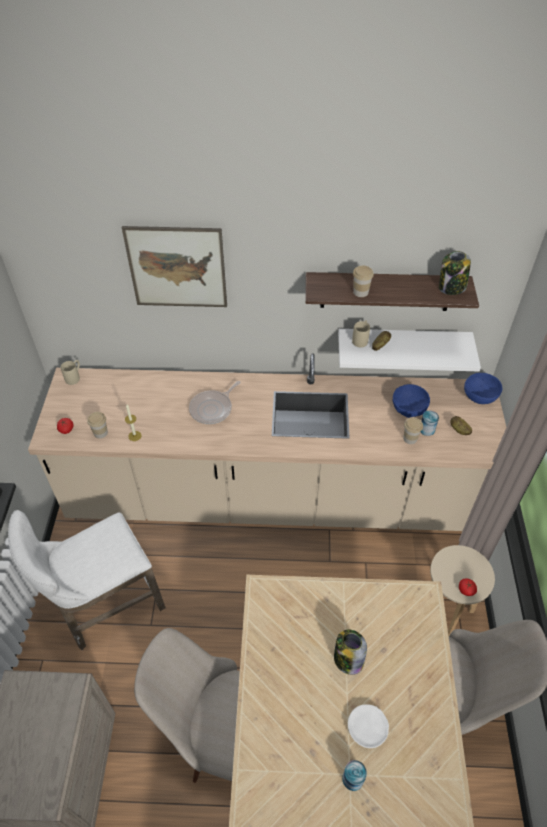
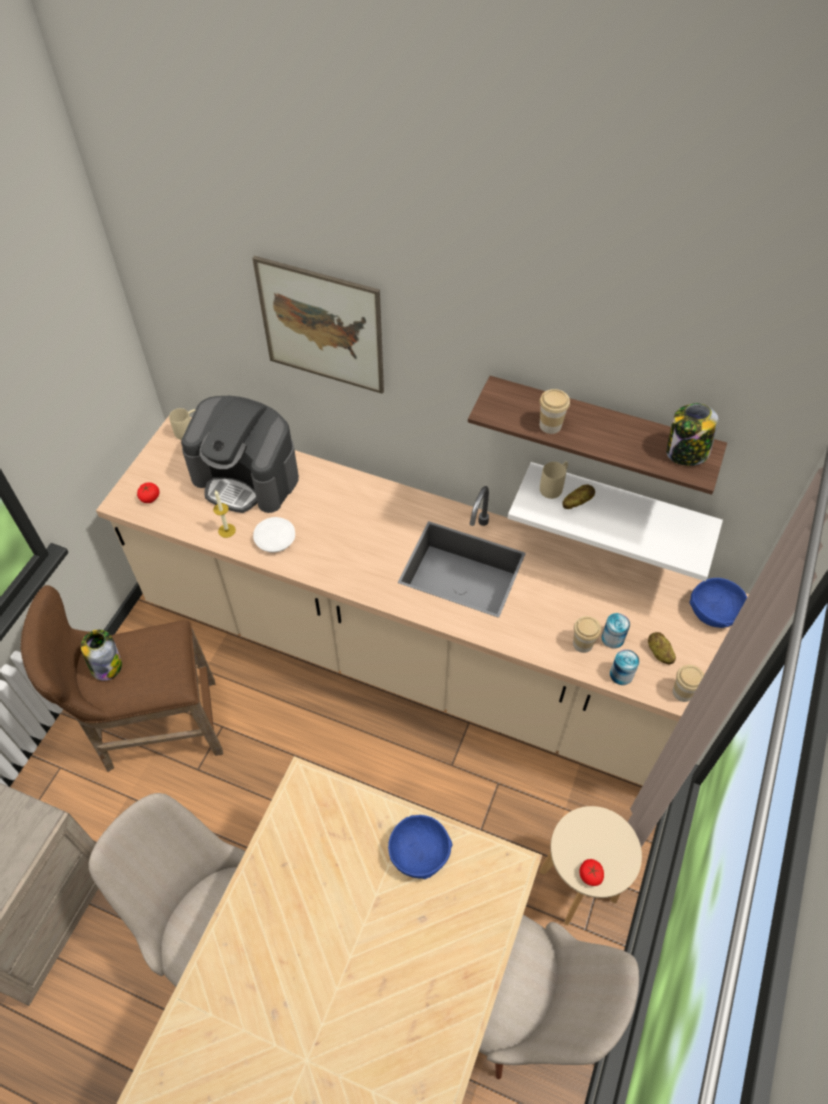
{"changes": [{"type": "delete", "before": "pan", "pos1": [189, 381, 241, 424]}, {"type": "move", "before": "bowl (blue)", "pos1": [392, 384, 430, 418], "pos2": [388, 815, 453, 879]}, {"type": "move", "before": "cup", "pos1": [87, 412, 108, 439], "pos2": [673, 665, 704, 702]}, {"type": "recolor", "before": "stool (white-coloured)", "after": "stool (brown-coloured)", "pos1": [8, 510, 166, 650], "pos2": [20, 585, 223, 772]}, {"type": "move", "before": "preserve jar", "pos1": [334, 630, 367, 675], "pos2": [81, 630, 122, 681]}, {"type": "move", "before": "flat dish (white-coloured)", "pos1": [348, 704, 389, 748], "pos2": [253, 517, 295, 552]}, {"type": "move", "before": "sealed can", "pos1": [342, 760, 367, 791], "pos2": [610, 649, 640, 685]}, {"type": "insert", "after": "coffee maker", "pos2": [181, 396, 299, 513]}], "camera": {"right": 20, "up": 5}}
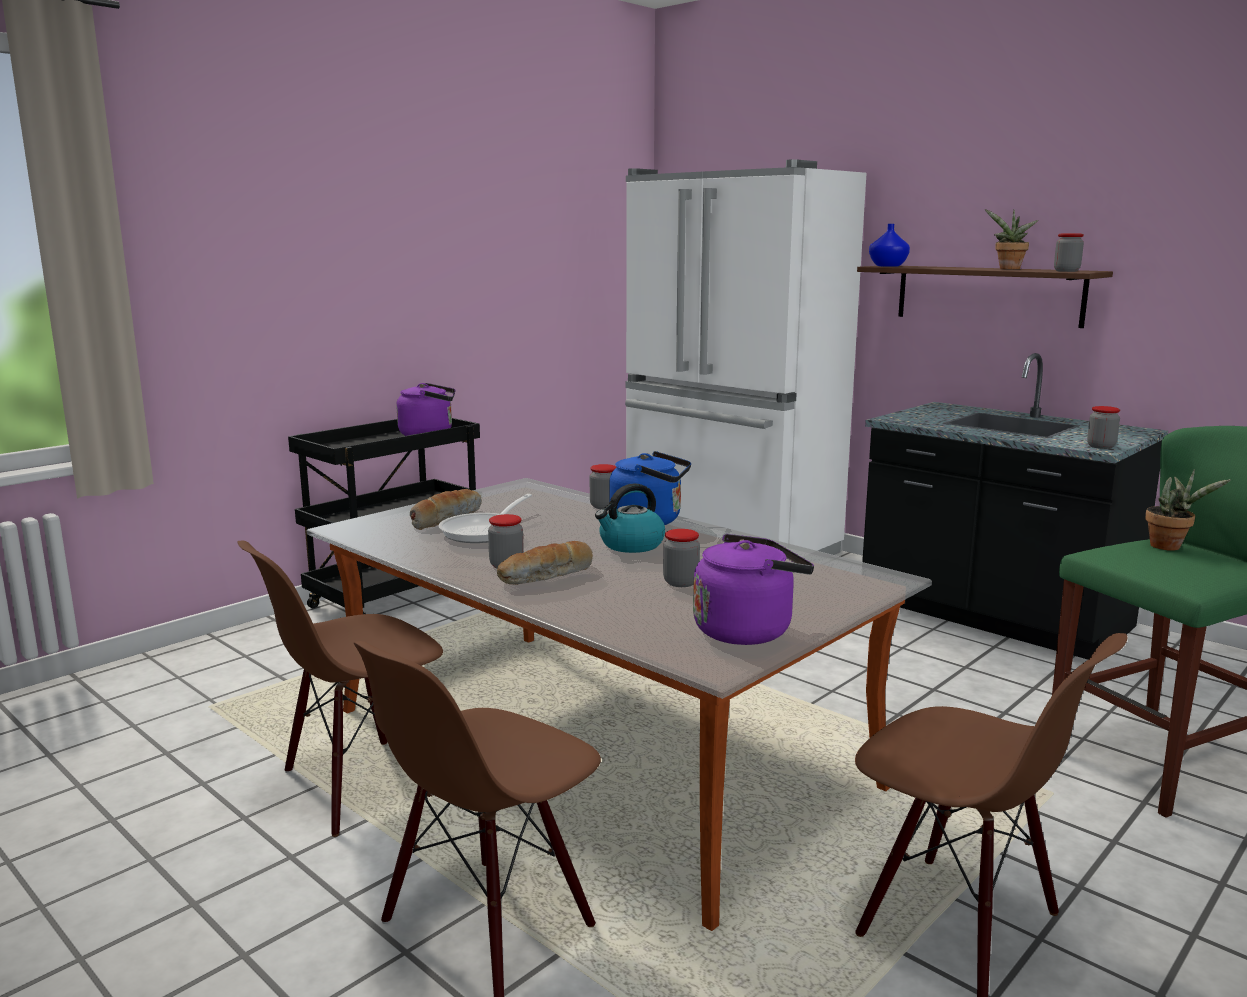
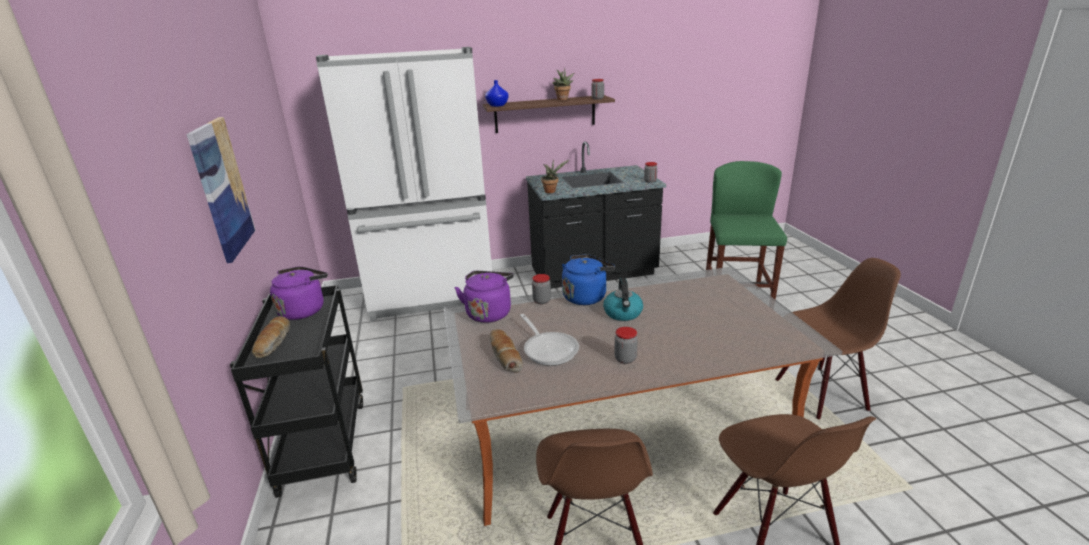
{"changes": [{"type": "move", "before": "houseplant", "pos1": [1145, 469, 1231, 551], "pos2": [541, 159, 569, 193]}, {"type": "delete", "before": "preserve jar", "pos1": [663, 529, 700, 587]}, {"type": "move", "before": "water kettle (purplish)", "pos1": [693, 534, 814, 645], "pos2": [455, 271, 514, 323]}, {"type": "move", "before": "baked bread", "pos1": [497, 541, 593, 585], "pos2": [252, 316, 290, 358]}, {"type": "insert", "after": "picture", "pos2": [186, 117, 255, 263]}], "camera": {"right": -55, "up": 10}}
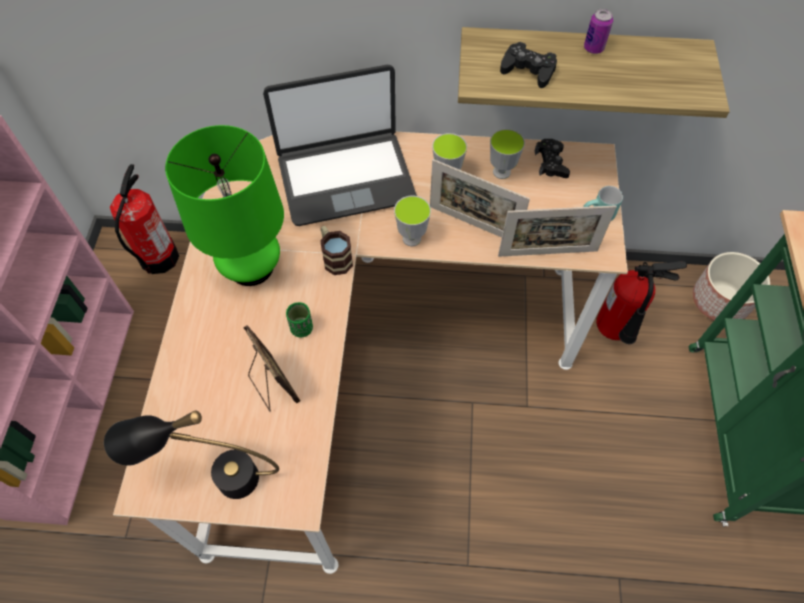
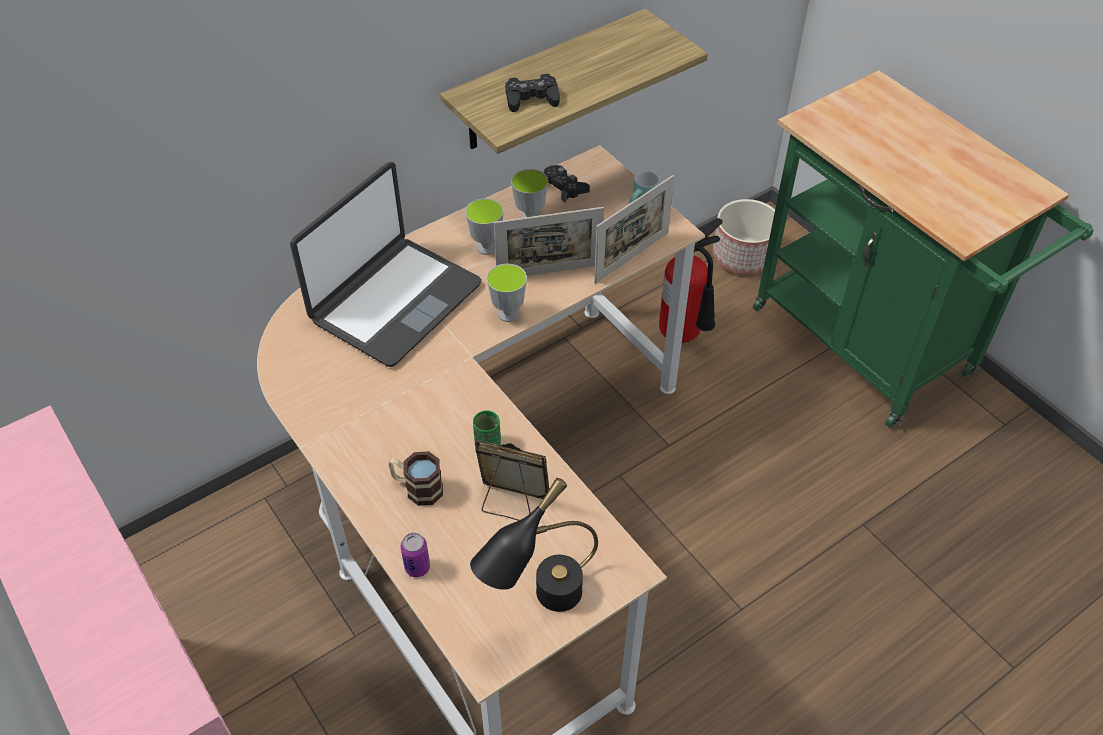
{"changes": [{"type": "move", "before": "sealed can", "pos1": [584, 9, 613, 54], "pos2": [400, 533, 430, 577]}, {"type": "delete", "before": "tabletop lamp (green)", "pos1": [165, 125, 284, 286]}, {"type": "delete", "before": "extinguisher", "pos1": [110, 164, 179, 274]}, {"type": "move", "before": "mug", "pos1": [320, 226, 353, 275], "pos2": [388, 451, 443, 506]}], "camera": {"right": -40, "up": -10}}
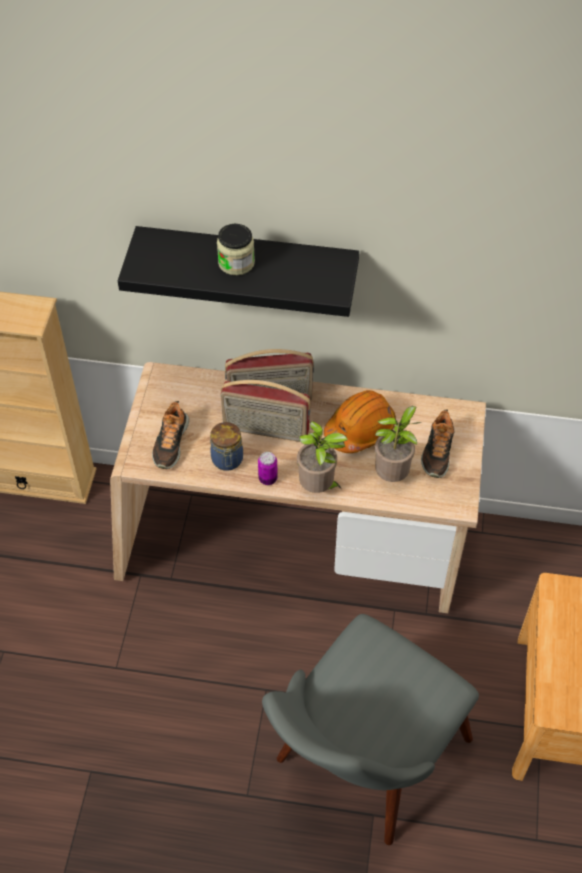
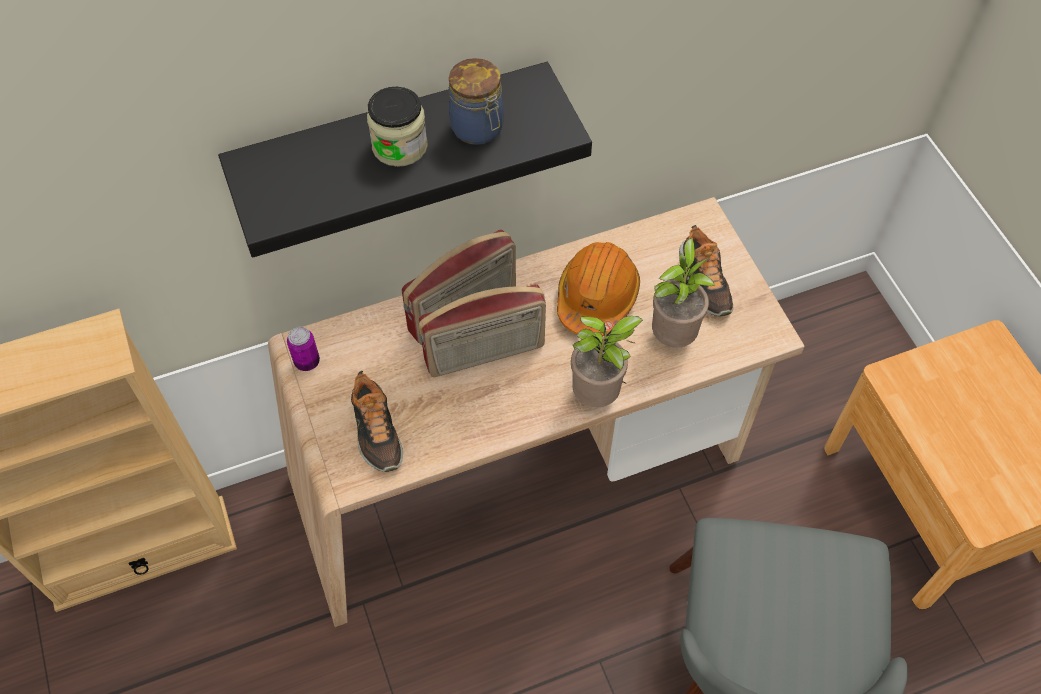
{"changes": [{"type": "move", "before": "preserve jar", "pos1": [210, 422, 243, 471], "pos2": [449, 58, 504, 145]}, {"type": "move", "before": "sealed can", "pos1": [258, 452, 278, 485], "pos2": [287, 327, 320, 371]}], "camera": {"right": -30, "up": 5}}
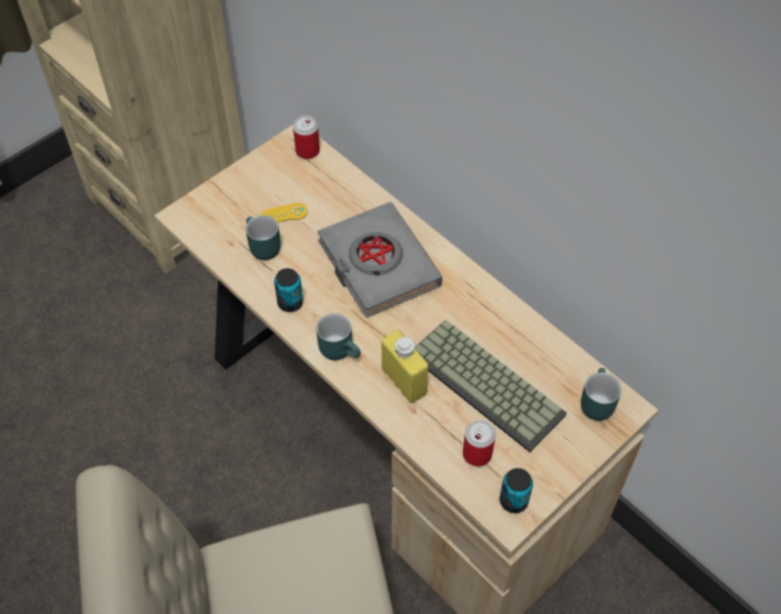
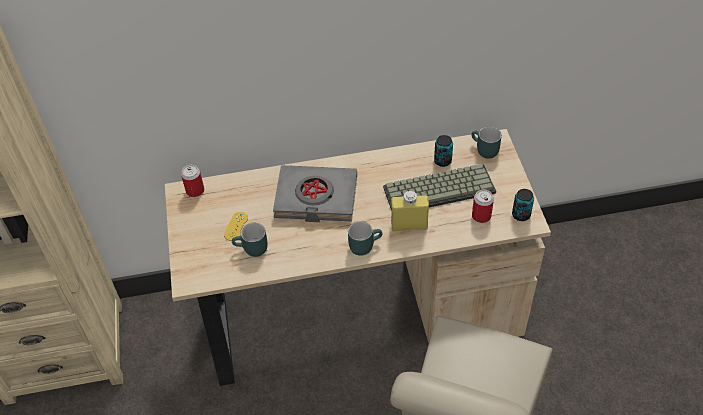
{"changes": [{"type": "move", "before": "sealed can", "pos1": [274, 268, 303, 312], "pos2": [434, 135, 453, 167]}], "camera": {"right": -55, "up": -5}}
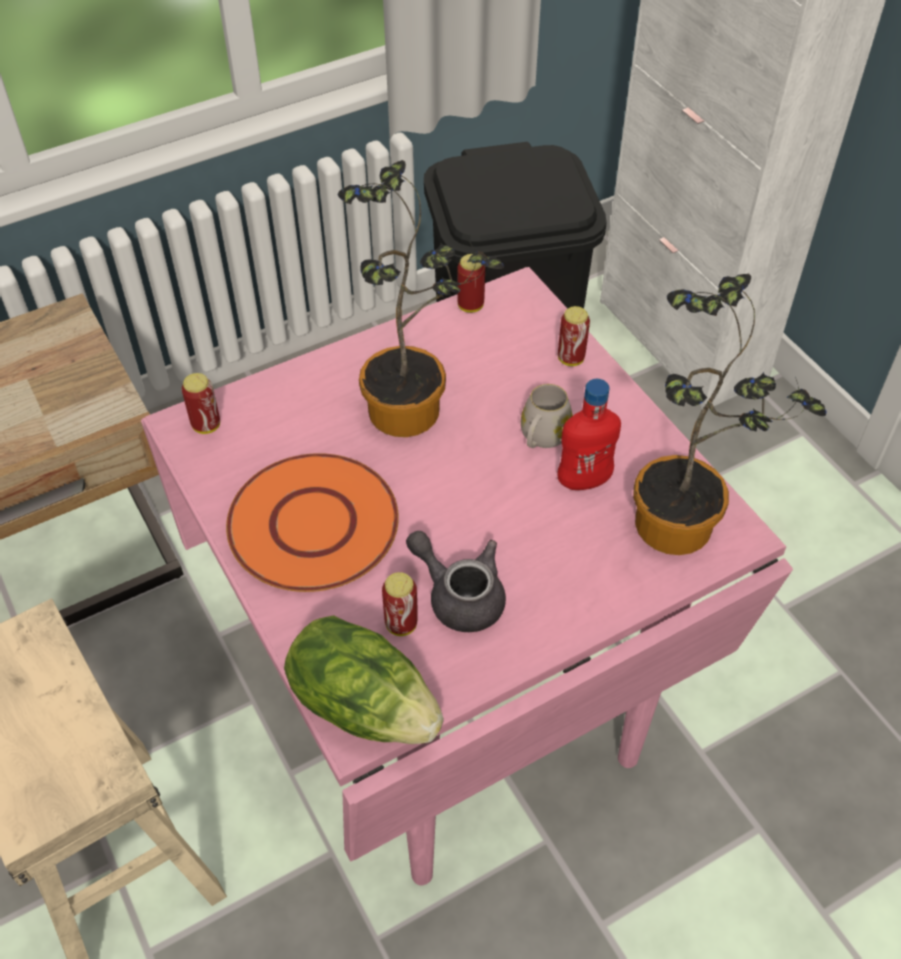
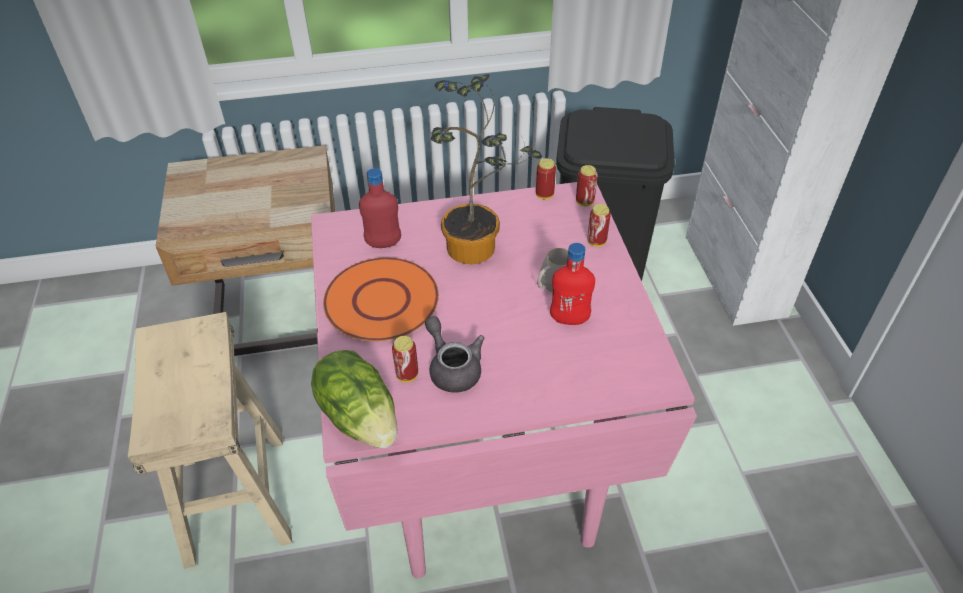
{"changes": [{"type": "delete", "before": "houseplant", "pos1": [633, 273, 826, 555]}, {"type": "move", "before": "sealed can", "pos1": [182, 373, 220, 434], "pos2": [576, 165, 598, 206]}, {"type": "insert", "after": "beverage bottle (reddish)", "pos2": [359, 168, 401, 248]}], "camera": {"right": 20, "up": -5}}
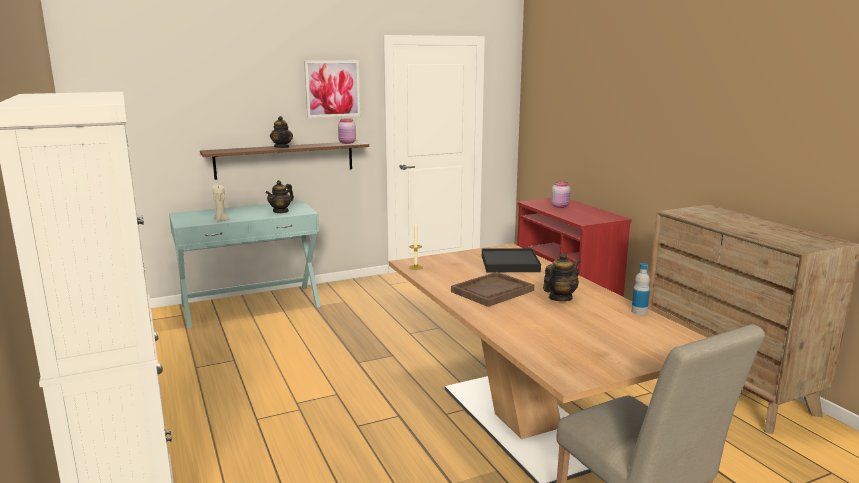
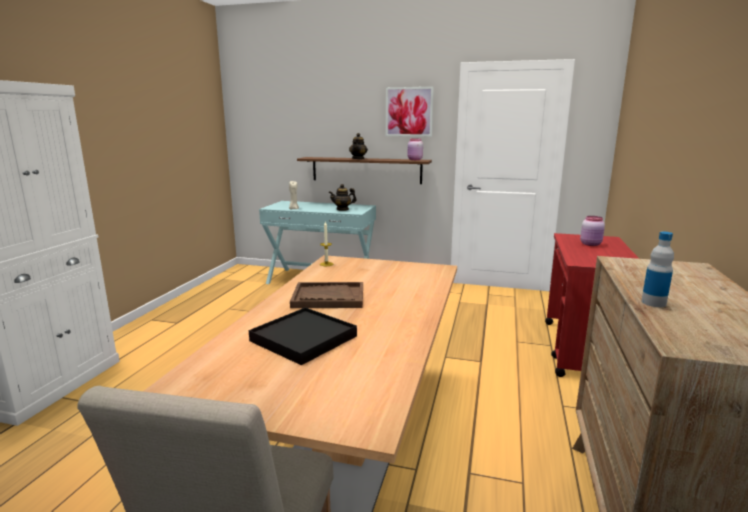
{"changes": [{"type": "move", "before": "tray (blackish)", "pos1": [482, 248, 541, 272], "pos2": [249, 307, 357, 365]}, {"type": "delete", "before": "teapot", "pos1": [543, 253, 580, 301]}, {"type": "move", "before": "beverage bottle", "pos1": [631, 263, 650, 315], "pos2": [641, 232, 674, 307]}], "camera": {"right": 40, "up": 0}}
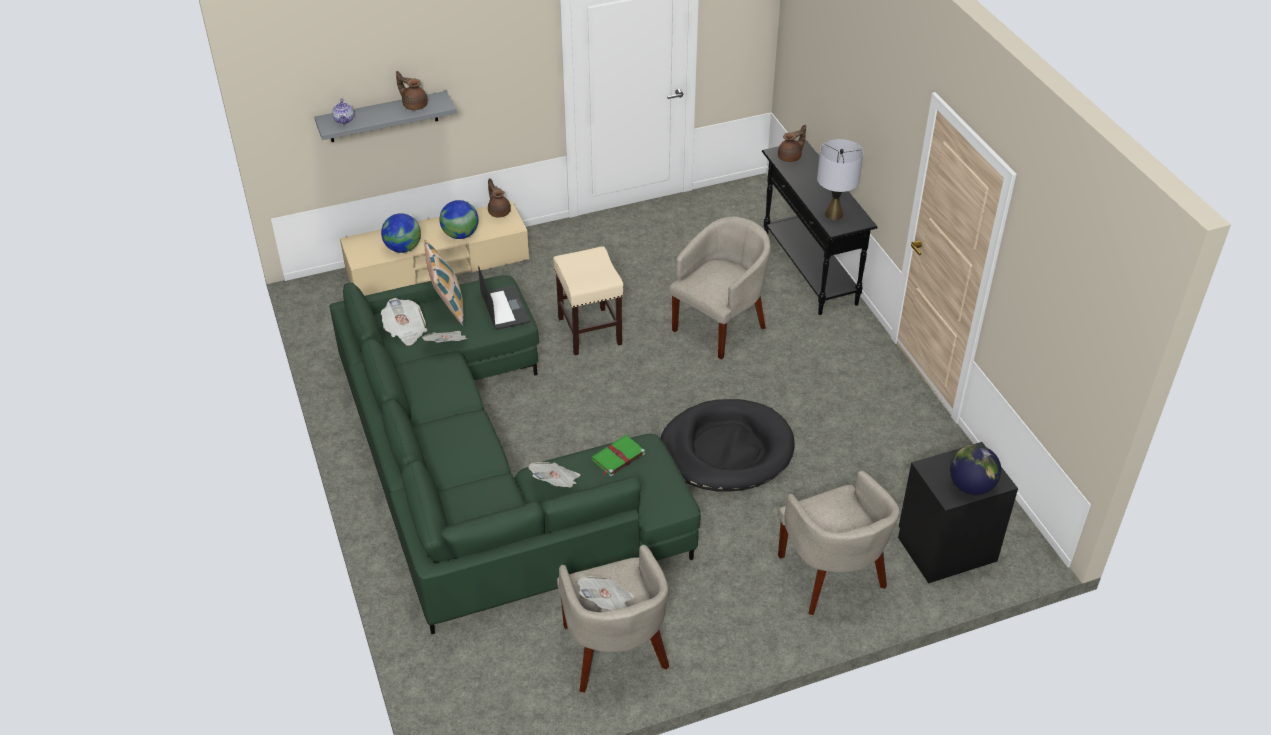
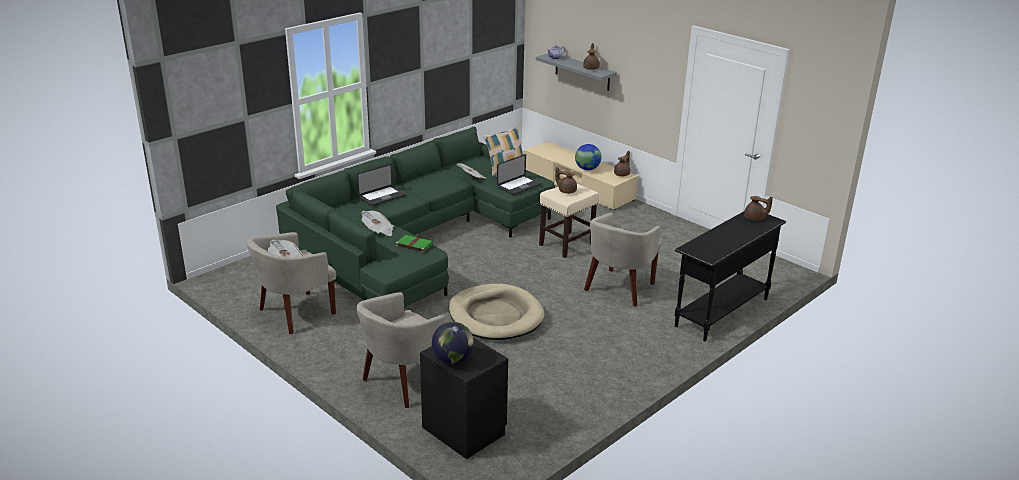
{"changes": [{"type": "delete", "before": "tabletop lamp (gray)", "pos1": [817, 139, 863, 220]}, {"type": "delete", "before": "globe", "pos1": [381, 213, 421, 253]}, {"type": "rotate", "before": "easy chair (sand-coloured)", "pos1": [669, 216, 771, 360], "pos2": [584, 213, 661, 307], "turn": 105}, {"type": "delete", "before": "newspaper", "pos1": [381, 298, 427, 346]}, {"type": "recolor", "before": "dog cushion (blackish)", "after": "dog cushion (sand-coloured)", "pos1": [660, 399, 795, 492], "pos2": [449, 284, 545, 340]}, {"type": "insert", "after": "portable computer", "pos2": [357, 164, 406, 206]}, {"type": "insert", "after": "teapot (brown-coloured)", "pos2": [555, 167, 577, 194]}], "camera": {"right": 65, "up": -15}}
